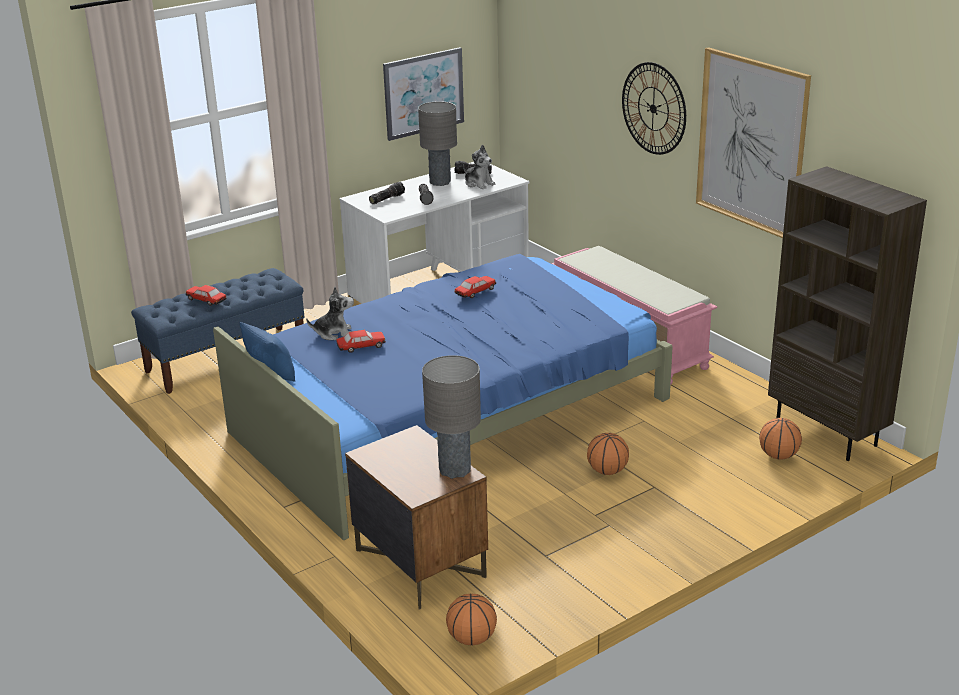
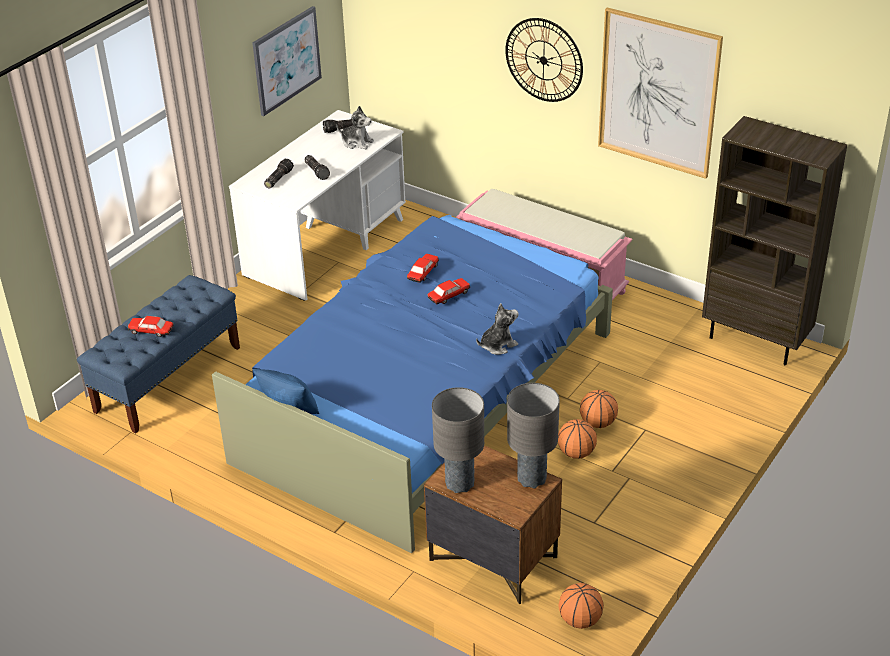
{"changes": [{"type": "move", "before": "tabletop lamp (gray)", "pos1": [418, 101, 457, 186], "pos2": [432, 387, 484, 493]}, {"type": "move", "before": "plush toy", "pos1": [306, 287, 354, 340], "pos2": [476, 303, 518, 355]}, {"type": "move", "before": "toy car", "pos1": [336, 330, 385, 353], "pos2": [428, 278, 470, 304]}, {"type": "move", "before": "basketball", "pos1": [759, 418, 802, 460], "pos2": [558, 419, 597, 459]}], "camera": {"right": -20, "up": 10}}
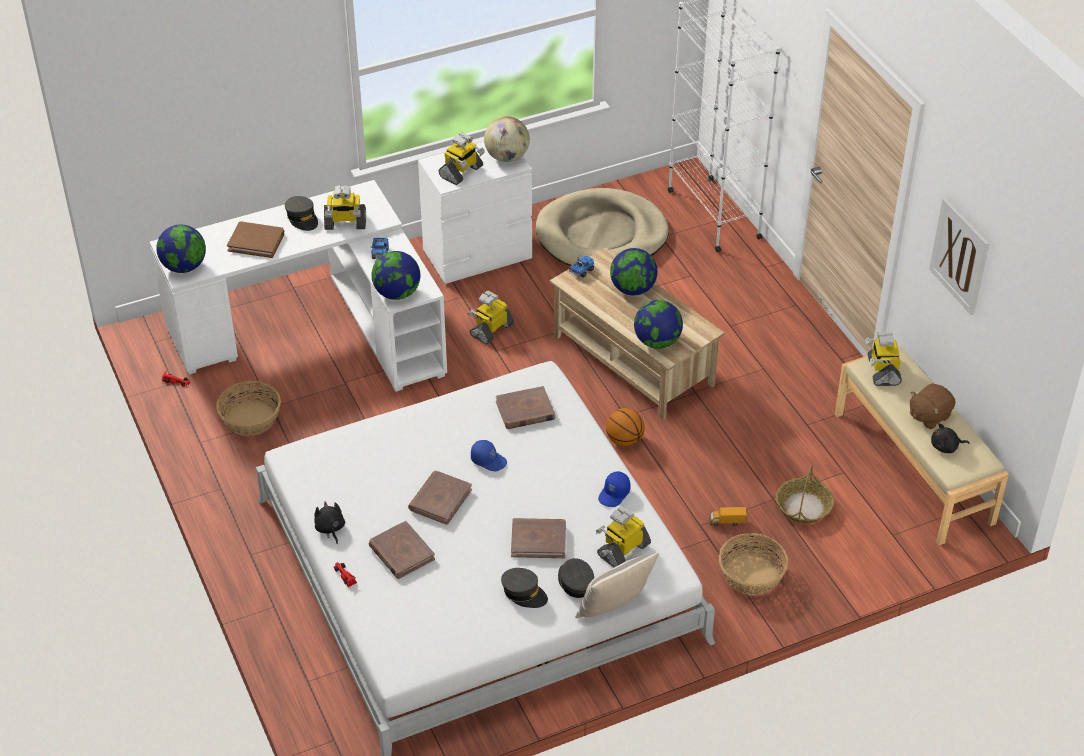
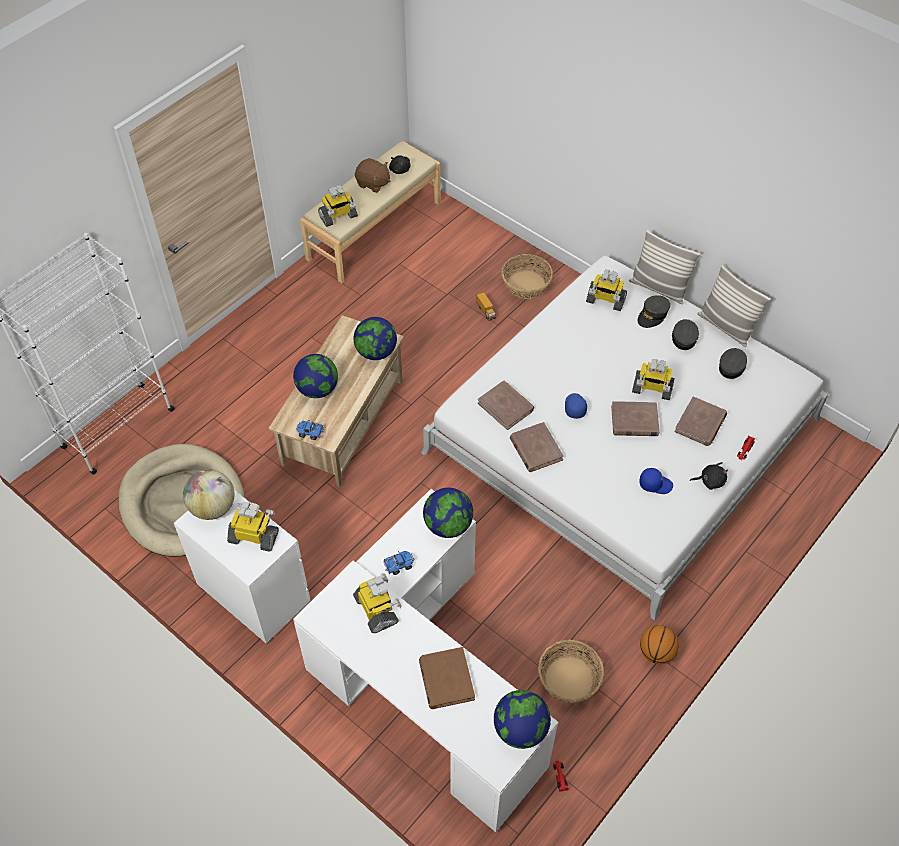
{"changes": [{"type": "move", "before": "baseball cap (gray)", "pos1": [285, 196, 318, 231], "pos2": [719, 348, 747, 379]}, {"type": "delete", "before": "picture", "pos1": [929, 198, 989, 315]}, {"type": "move", "before": "model robot", "pos1": [467, 291, 514, 344], "pos2": [632, 359, 675, 400]}, {"type": "move", "before": "basketball", "pos1": [606, 408, 645, 447], "pos2": [640, 625, 679, 664]}, {"type": "delete", "before": "storage basket", "pos1": [776, 465, 834, 523]}, {"type": "move", "before": "baseball cap (blue)", "pos1": [598, 471, 630, 507], "pos2": [639, 468, 673, 494]}, {"type": "rotate", "before": "plush toy (blackish)", "pos1": [314, 501, 345, 544], "pos2": [690, 462, 728, 490], "turn": -135}, {"type": "move", "before": "bound book (brown-coloured)", "pos1": [511, 518, 566, 558], "pos2": [510, 422, 564, 472]}, {"type": "insert", "after": "pillow", "pos2": [697, 265, 771, 347]}], "camera": {"right": -115, "up": 10}}
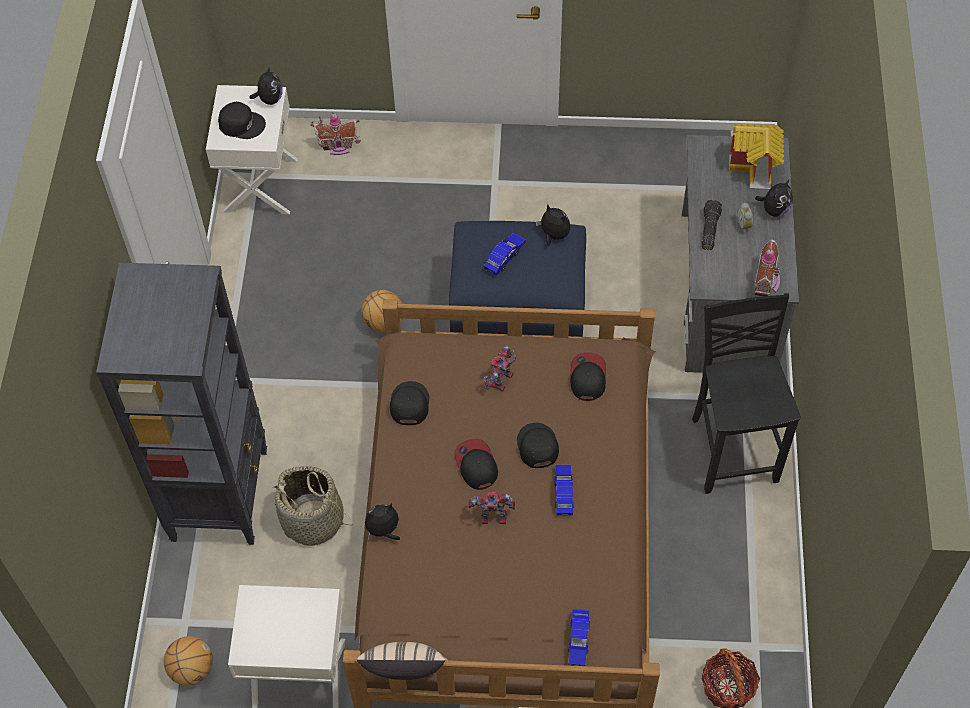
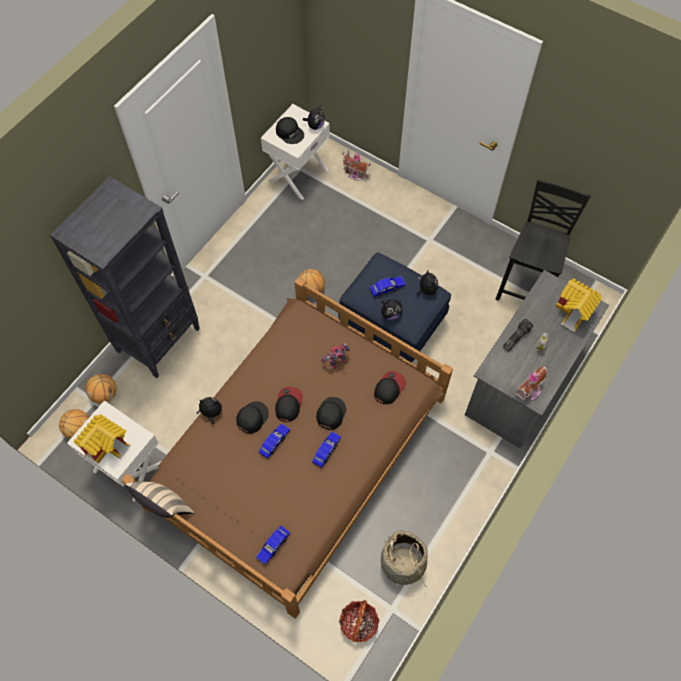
{"changes": [{"type": "move", "before": "plush toy", "pos1": [755, 179, 793, 217], "pos2": [381, 299, 403, 320]}, {"type": "move", "before": "chair (blackish)", "pos1": [692, 293, 801, 494], "pos2": [496, 179, 591, 300]}, {"type": "move", "before": "baseball cap (blackish)", "pos1": [390, 381, 429, 425], "pos2": [236, 401, 269, 434]}, {"type": "move", "before": "storage basket", "pos1": [272, 466, 353, 546], "pos2": [381, 530, 428, 585]}, {"type": "replace", "before": "model robot", "after": "toy car (blue)", "pos1": [469, 491, 515, 524], "pos2": [259, 423, 290, 459]}, {"type": "insert", "after": "basketball", "pos2": [86, 374, 117, 404]}, {"type": "insert", "after": "toy house", "pos2": [74, 414, 130, 464]}], "camera": {"right": 30, "up": 5}}
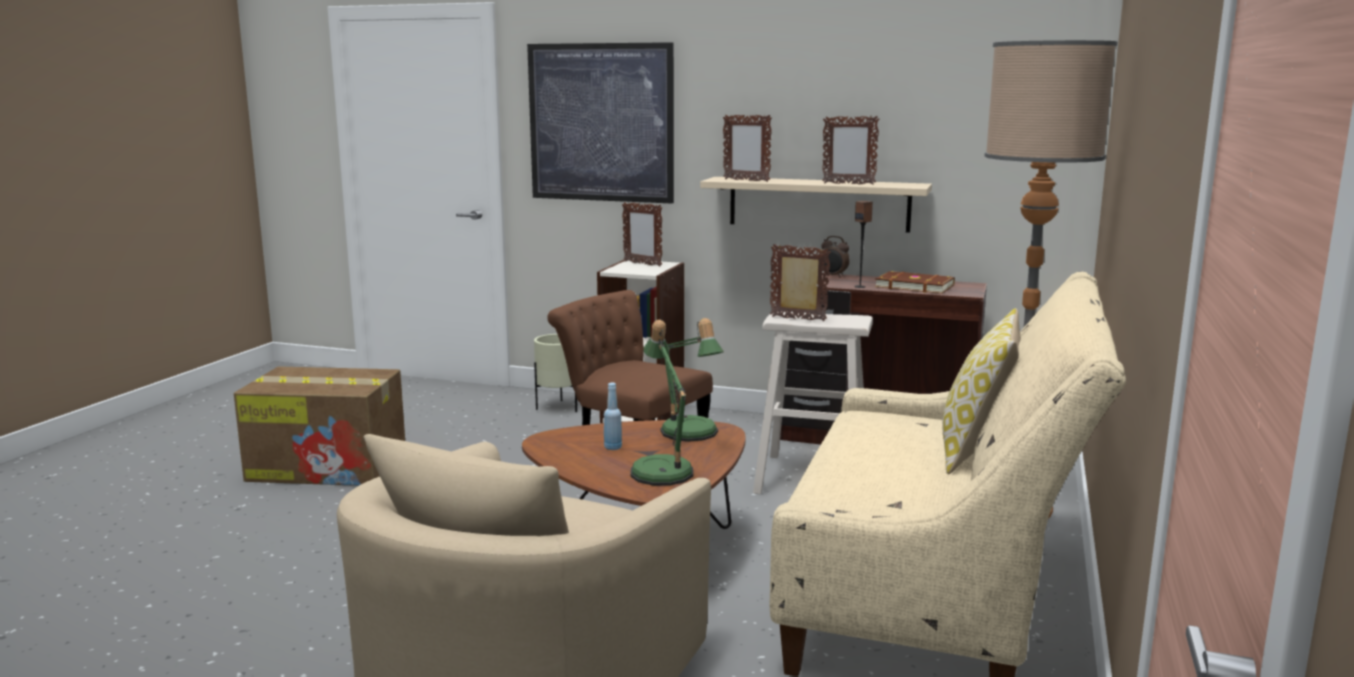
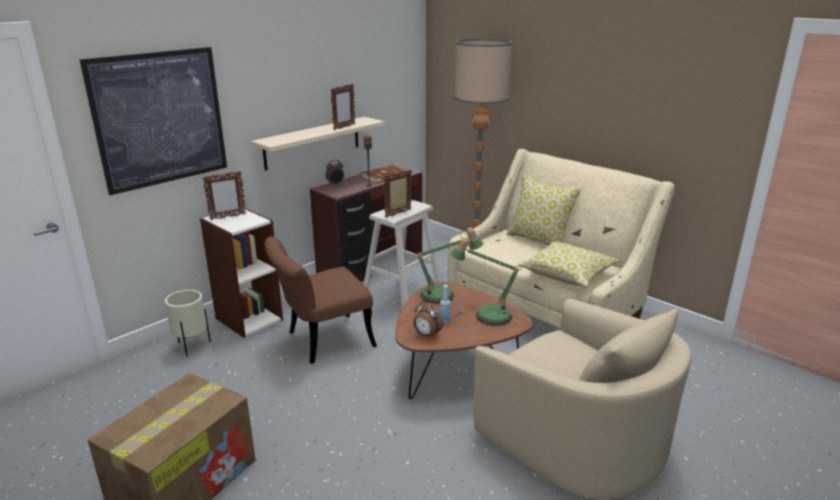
{"changes": [{"type": "delete", "before": "standing frame", "pos1": [723, 114, 772, 182]}, {"type": "insert", "after": "pillow", "pos2": [518, 241, 620, 287]}, {"type": "insert", "after": "table clock", "pos2": [413, 301, 443, 338]}], "camera": {"right": -65, "up": 10}}
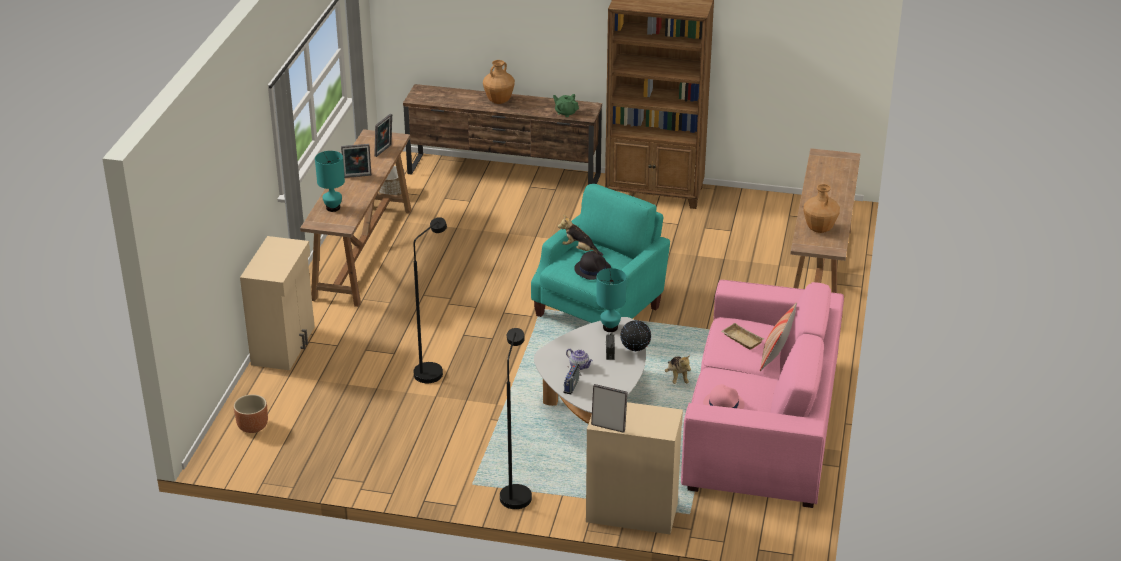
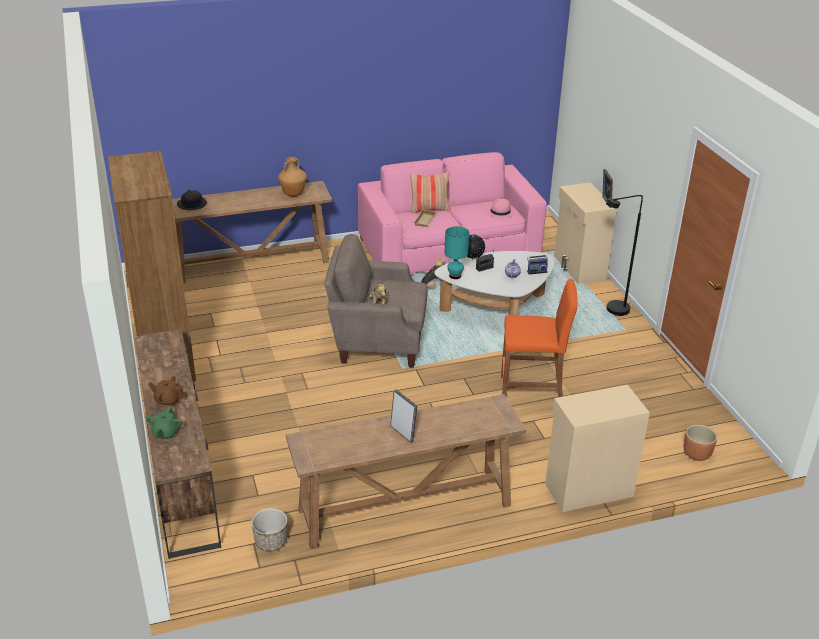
{"changes": [{"type": "replace", "before": "flower vase (brown-coloured)", "after": "teapot (brown-coloured)", "pos1": [483, 60, 515, 104], "pos2": [148, 376, 184, 407]}, {"type": "move", "before": "teapot (green)", "pos1": [553, 94, 579, 117], "pos2": [146, 407, 182, 440]}, {"type": "delete", "before": "standing frame", "pos1": [374, 114, 392, 157]}, {"type": "delete", "before": "tabletop lamp (blue-green)", "pos1": [315, 151, 345, 212]}, {"type": "recolor", "before": "easy chair (blue-green)", "after": "easy chair (sand-coloured)", "pos1": [531, 184, 670, 323], "pos2": [324, 234, 428, 368]}, {"type": "replace", "before": "floor lamp (blackish)", "after": "stool (orangey)", "pos1": [413, 217, 447, 383], "pos2": [501, 278, 578, 397]}, {"type": "move", "before": "wearable hat (blackish)", "pos1": [574, 251, 611, 280], "pos2": [177, 190, 207, 210]}], "camera": {"right": -120, "up": 0}}
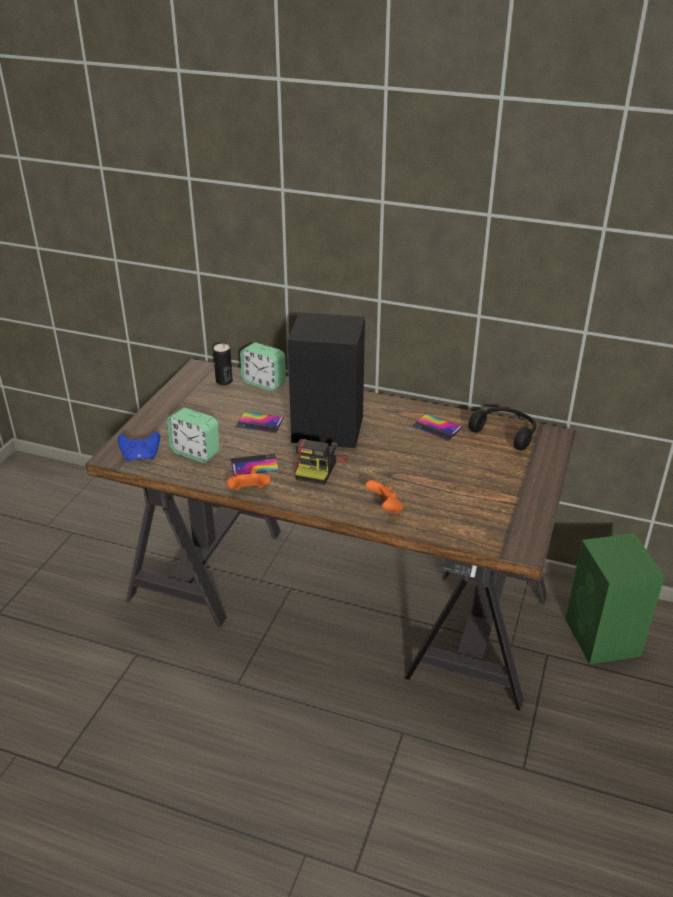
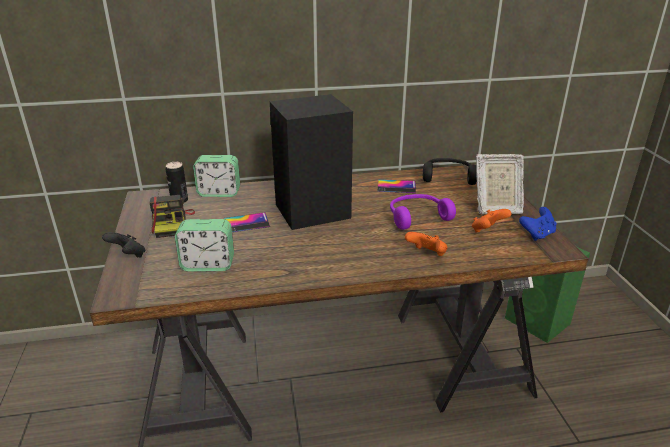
{"changes": [{"type": "move", "before": "gamepad (blue)", "pos1": [118, 431, 160, 461], "pos2": [519, 207, 557, 241]}, {"type": "move", "before": "photo camera", "pos1": [294, 439, 349, 485], "pos2": [150, 195, 195, 238]}, {"type": "delete", "before": "handset", "pos1": [231, 453, 279, 475]}, {"type": "move", "before": "gamepad (orangey)", "pos1": [226, 470, 271, 490], "pos2": [472, 209, 512, 232]}, {"type": "insert", "after": "standing frame", "pos2": [476, 154, 524, 215]}, {"type": "insert", "after": "headset (purplish)", "pos2": [390, 194, 456, 230]}, {"type": "insert", "after": "gamepad (blackish)", "pos2": [102, 232, 145, 258]}], "camera": {"right": -30, "up": -5}}
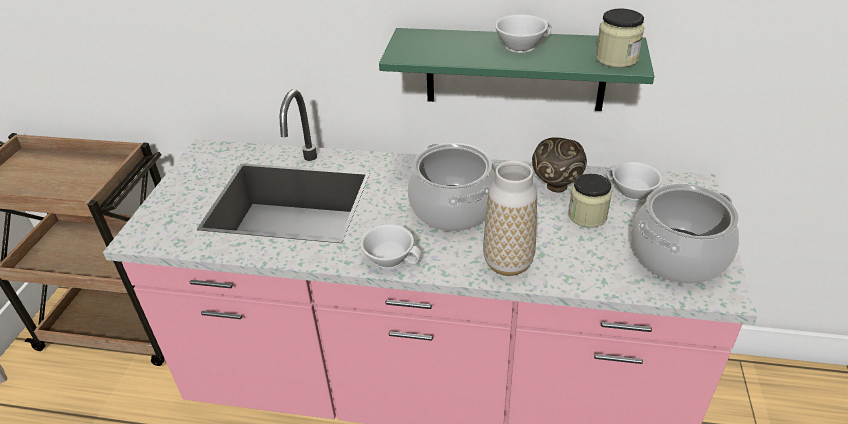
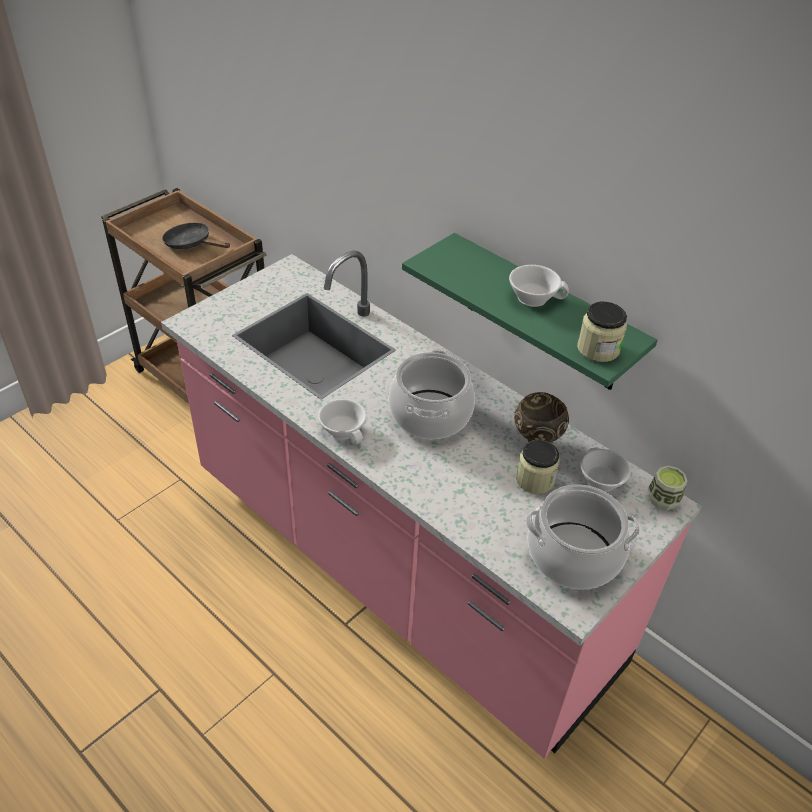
{"changes": [{"type": "delete", "before": "flower vase", "pos1": [483, 161, 537, 276]}, {"type": "insert", "after": "pan (blackish)", "pos2": [162, 223, 230, 249]}, {"type": "insert", "after": "cup", "pos2": [648, 466, 687, 510]}], "camera": {"right": 30, "up": 5}}
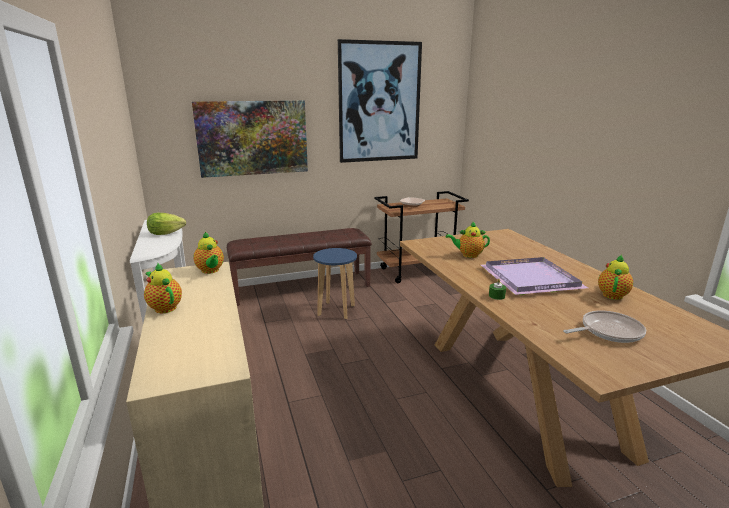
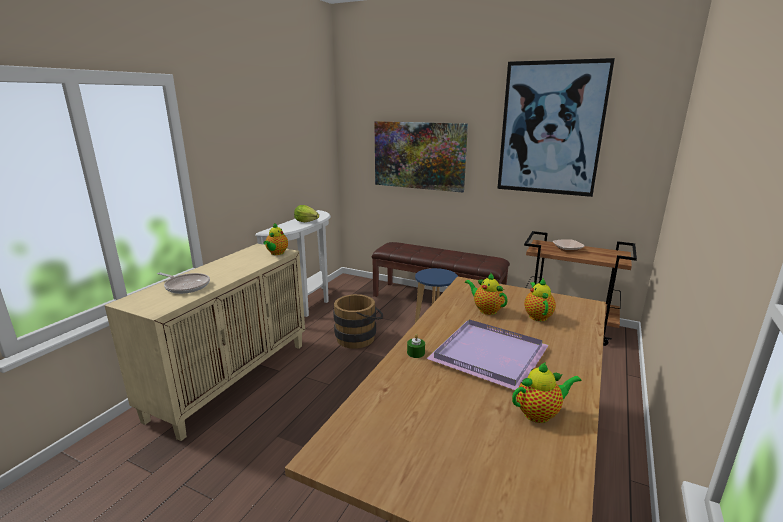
{"changes": [{"type": "move", "before": "teapot", "pos1": [144, 263, 182, 313], "pos2": [524, 278, 556, 321]}, {"type": "move", "before": "pan", "pos1": [563, 311, 646, 343], "pos2": [157, 272, 210, 294]}, {"type": "insert", "after": "bucket (brown-coloured)", "pos2": [333, 294, 383, 349]}], "camera": {"right": 45, "up": 0}}
